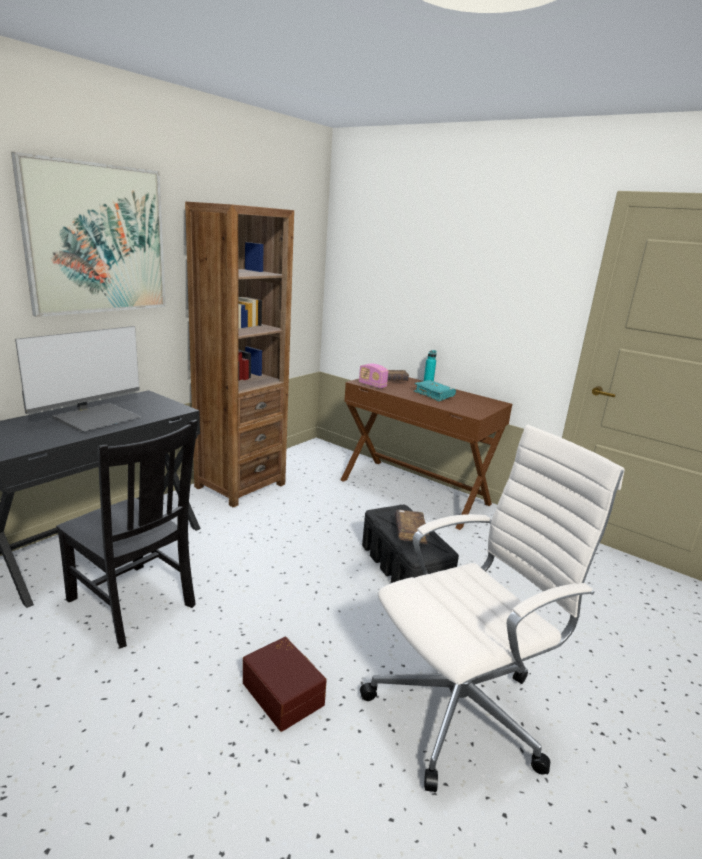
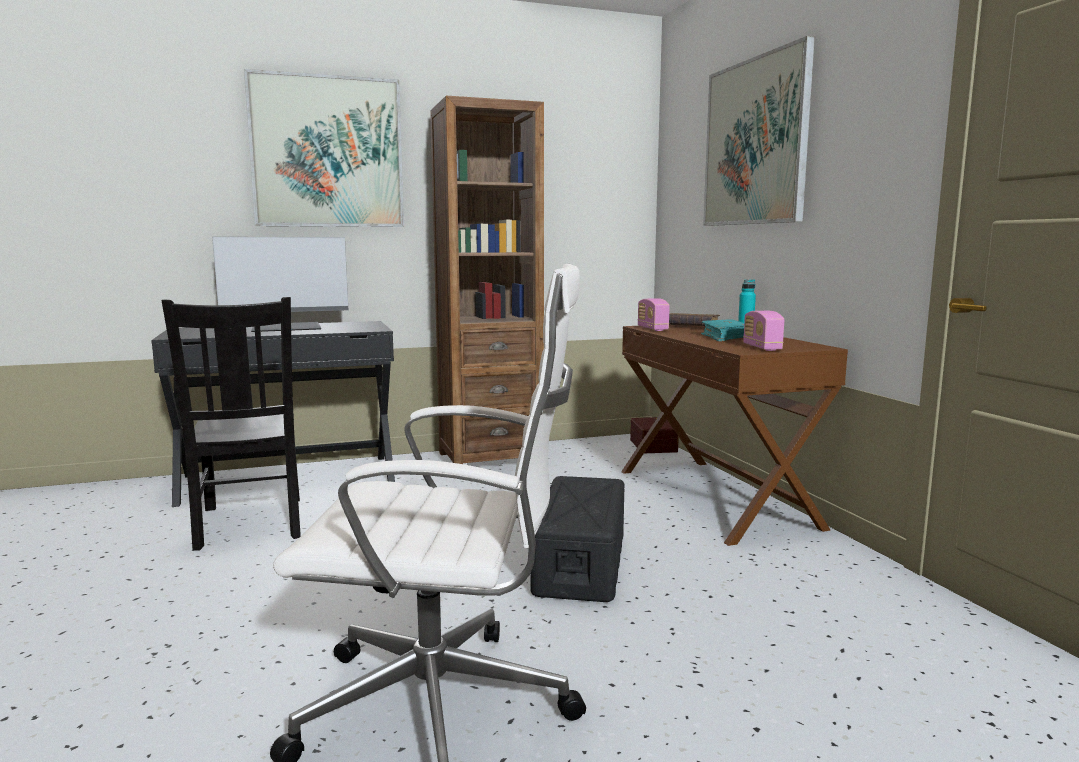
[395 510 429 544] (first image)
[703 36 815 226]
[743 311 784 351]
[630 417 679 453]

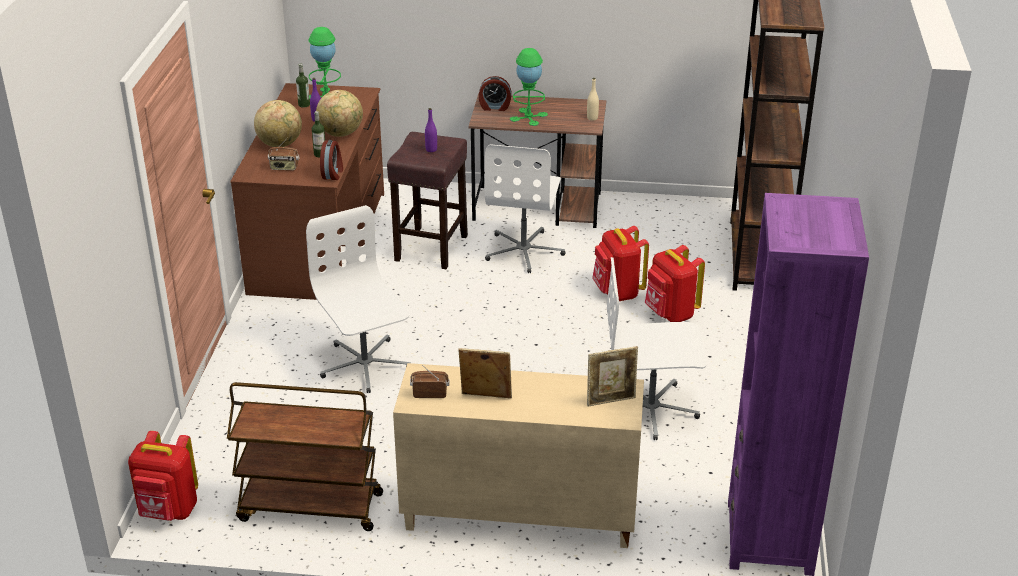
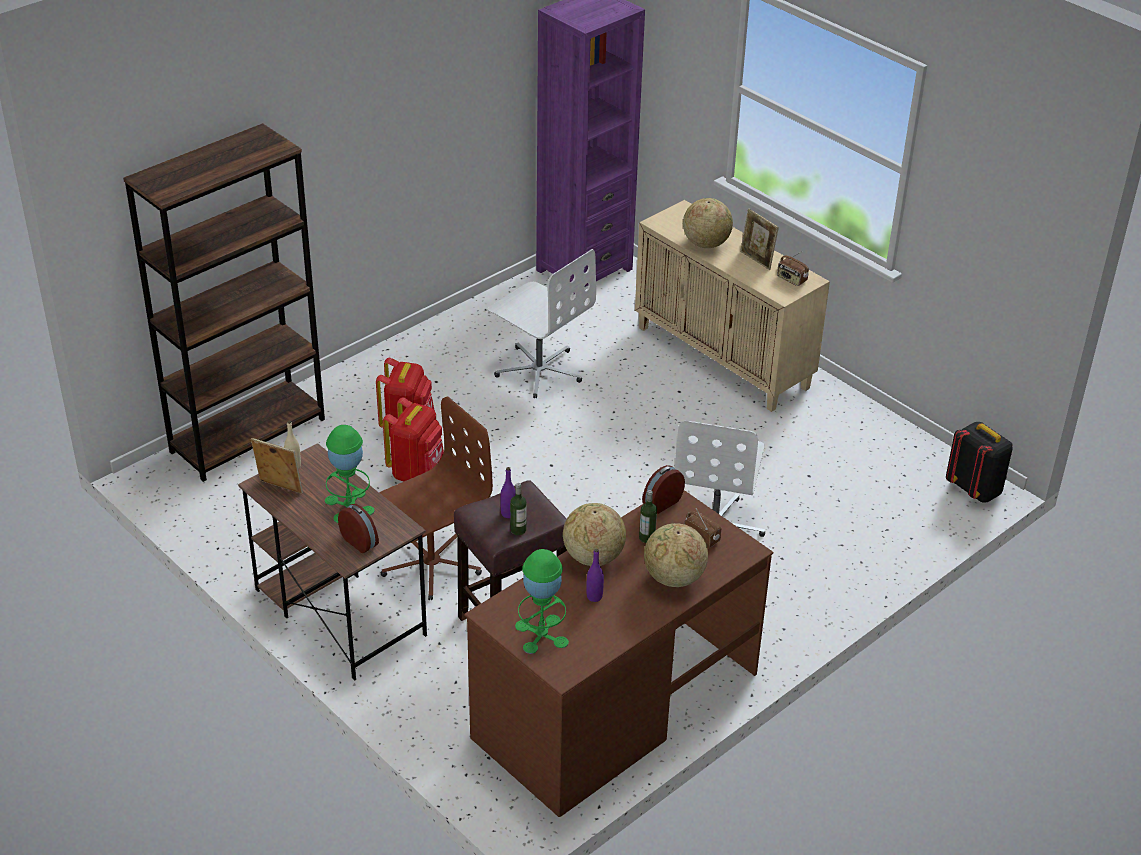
[227 382 383 531] (first image)
[683 198 733 248]
[510 483 526 535]
[251 438 303 494]
[946 422 1013 503]
[379 396 493 600]

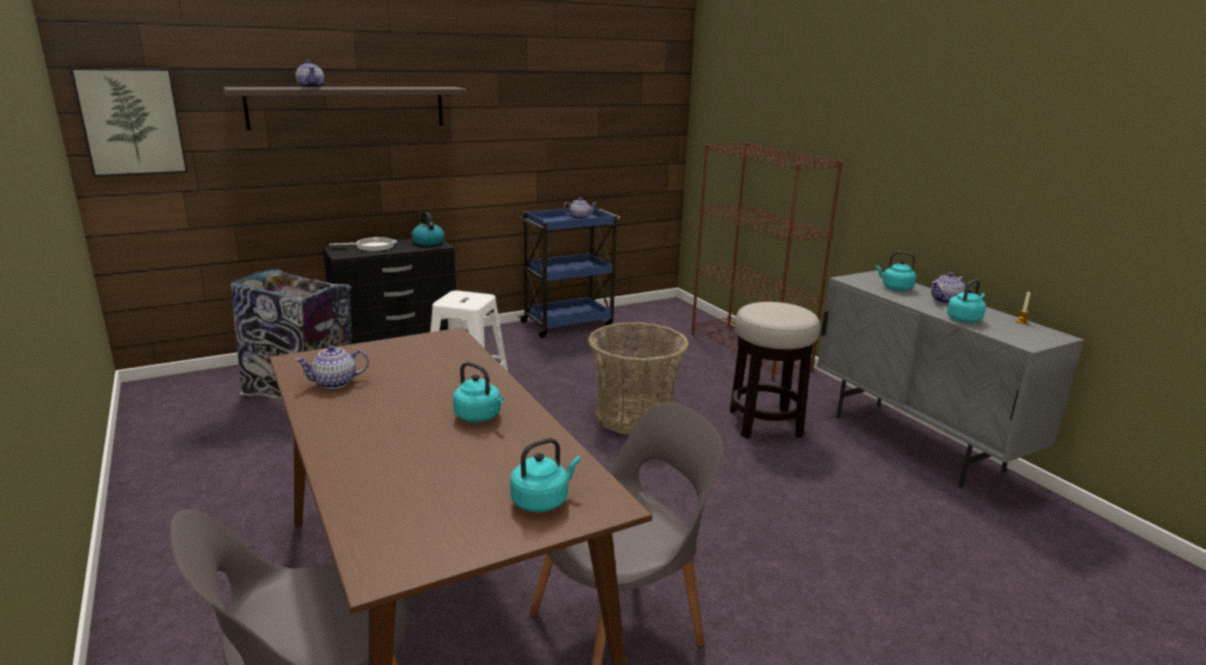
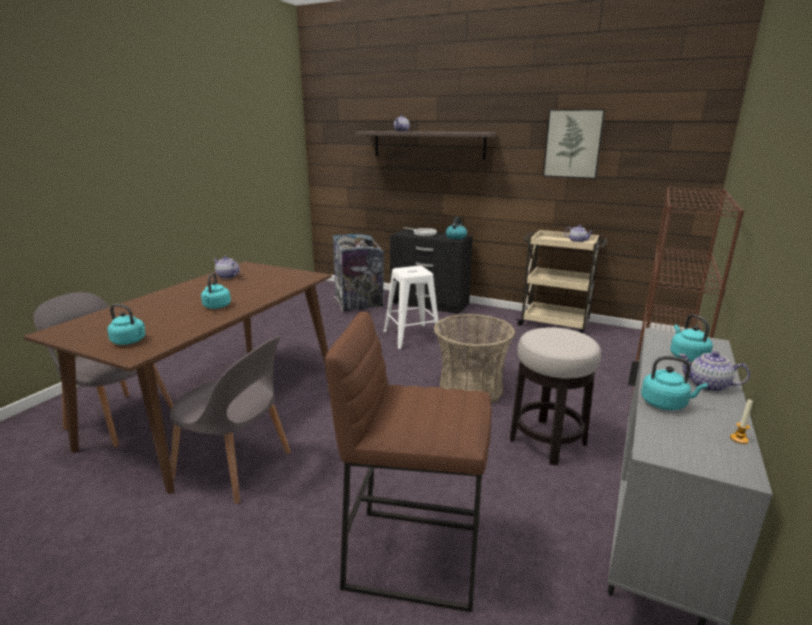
[325 312 492 612]
[543 109 605 179]
[515 230 607 333]

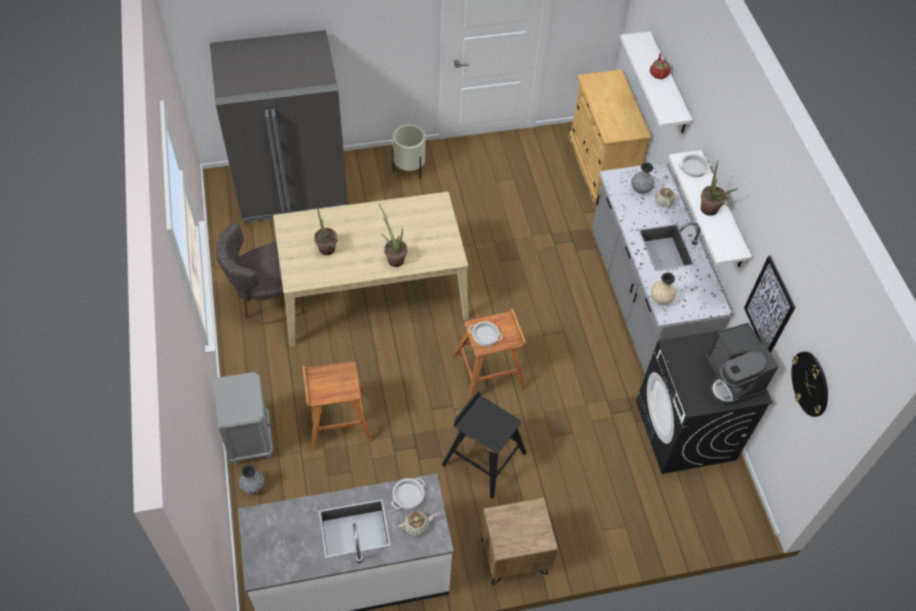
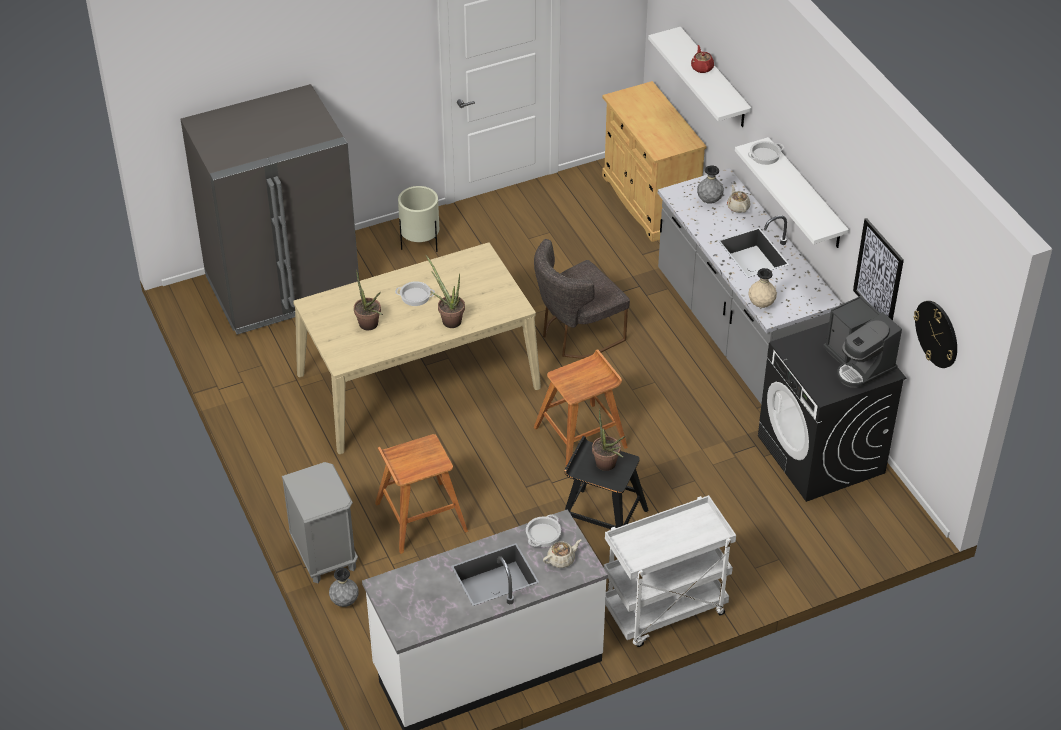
[534 239 630 359]
[395 281 435 306]
[592 408 625 471]
[604 495 736 647]

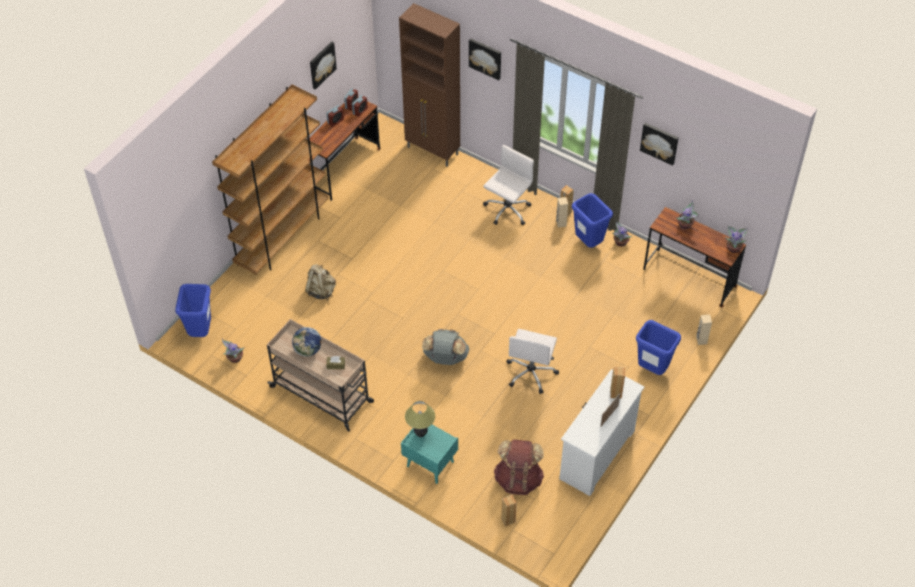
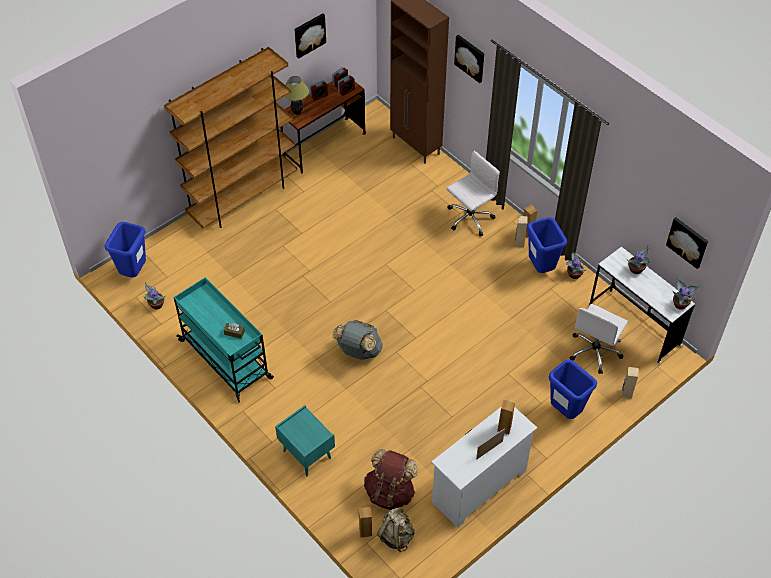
[292 327 322 357] (first image)
[377 508 415 552]
[284 76 309 115]
[569 304 628 374]
[666 217 708 269]
[174 277 274 402]
[589 247 695 364]

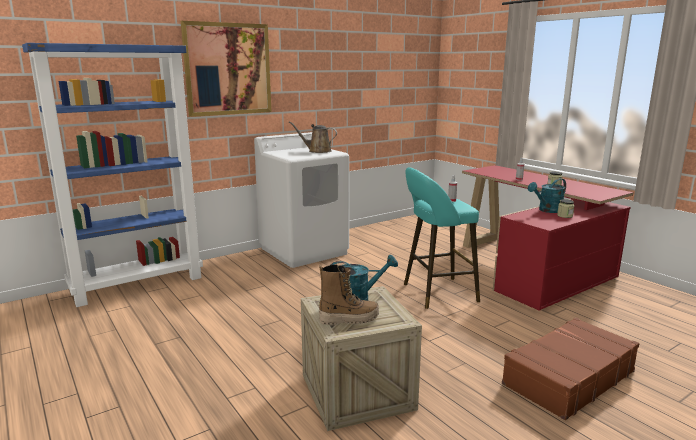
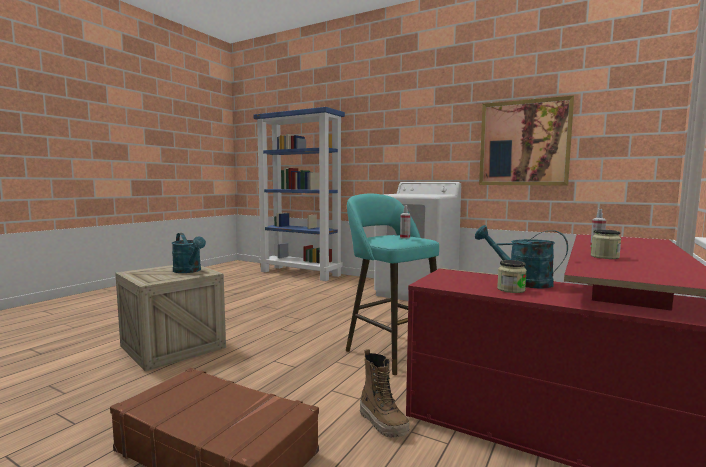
[289 121 337 153] (first image)
[479 95 574 186]
[360 349 410 438]

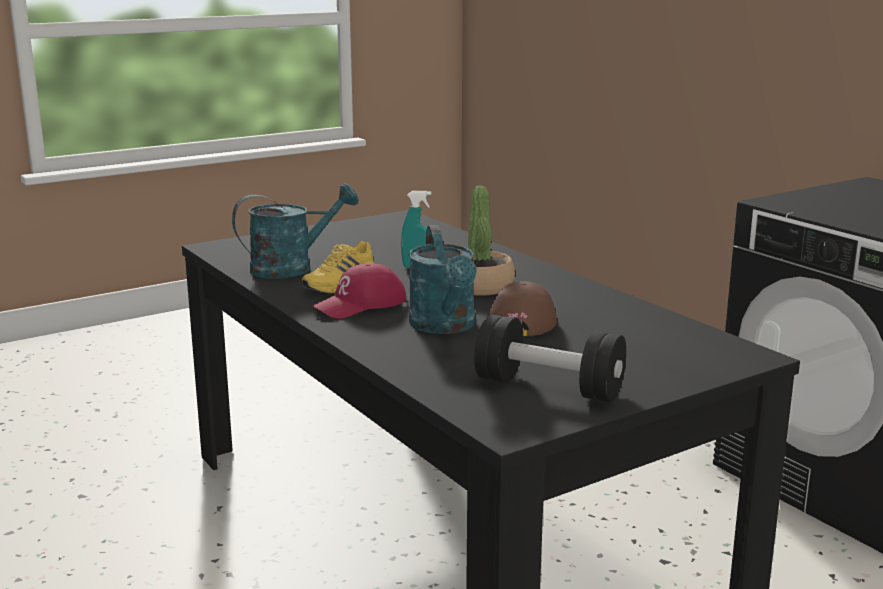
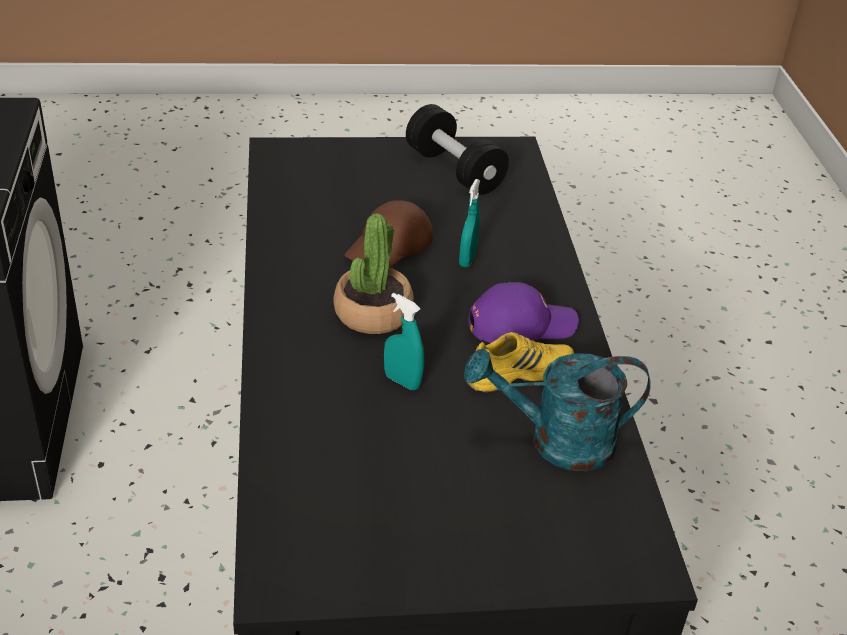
[459 179 480 267]
[468 282 579 343]

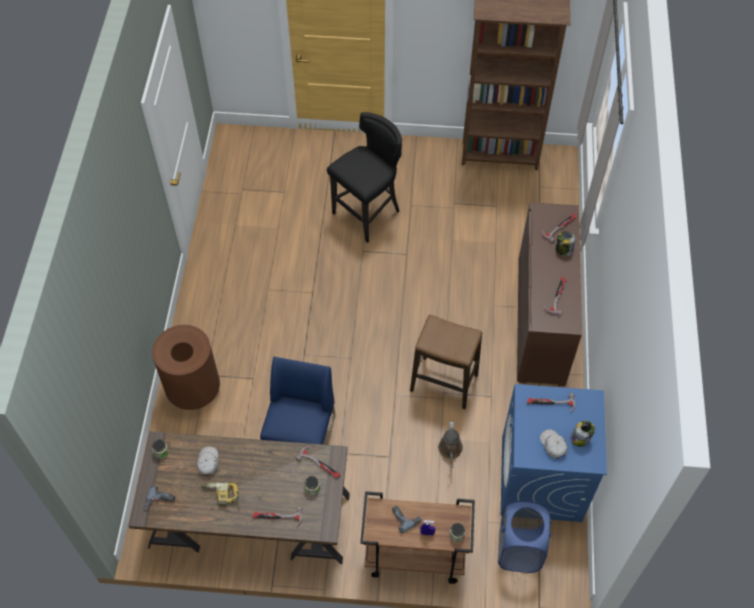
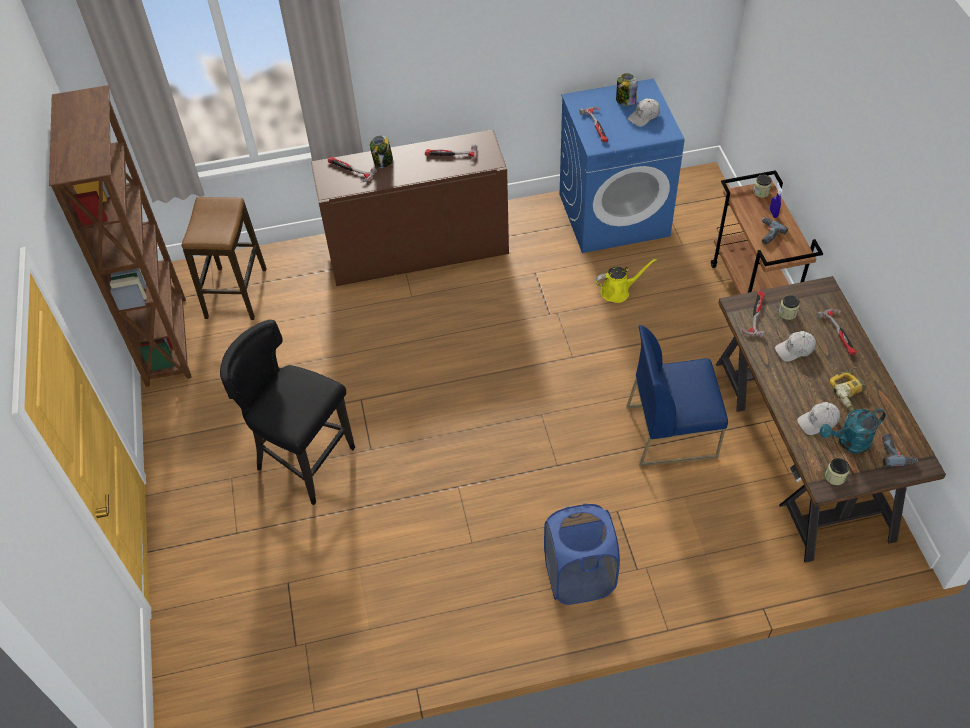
[152 325 220 410] (first image)
[775 331 816 362]
[819 409 886 454]
[182 197 267 320]
[544 503 620 605]
[595 259 657 303]

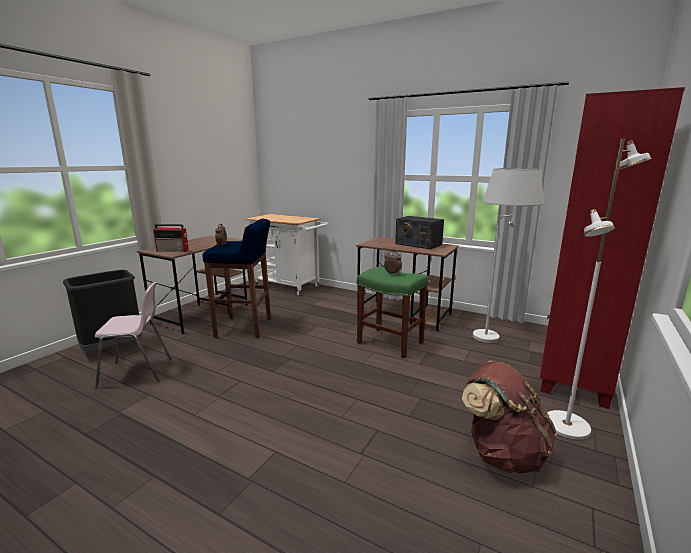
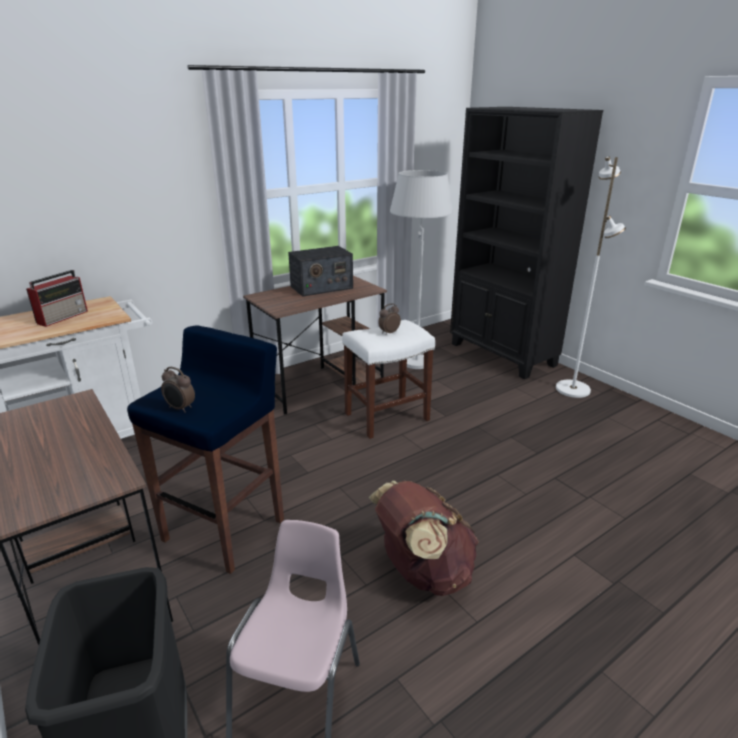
[26 270 88 327]
[369 481 479 596]
[342 320 435 439]
[450 107 603 379]

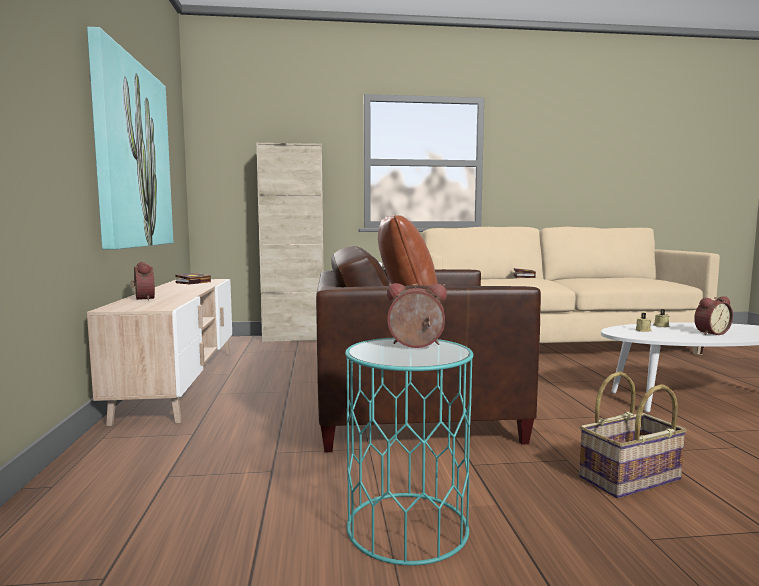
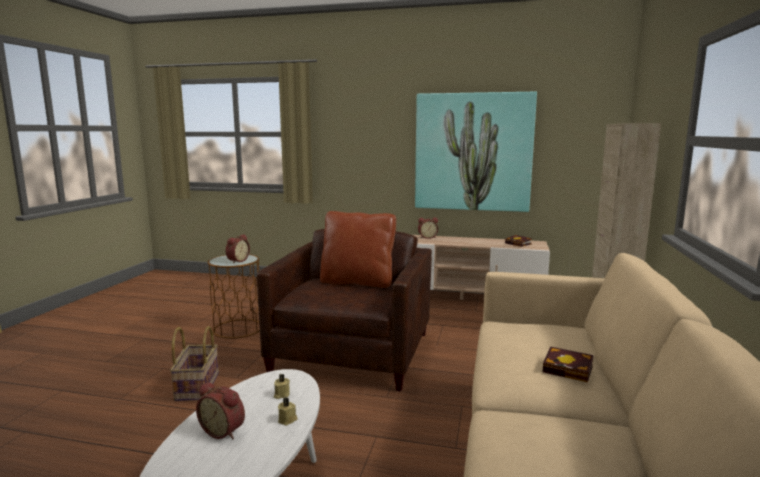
[208 254 260 339]
[196 382 245 439]

